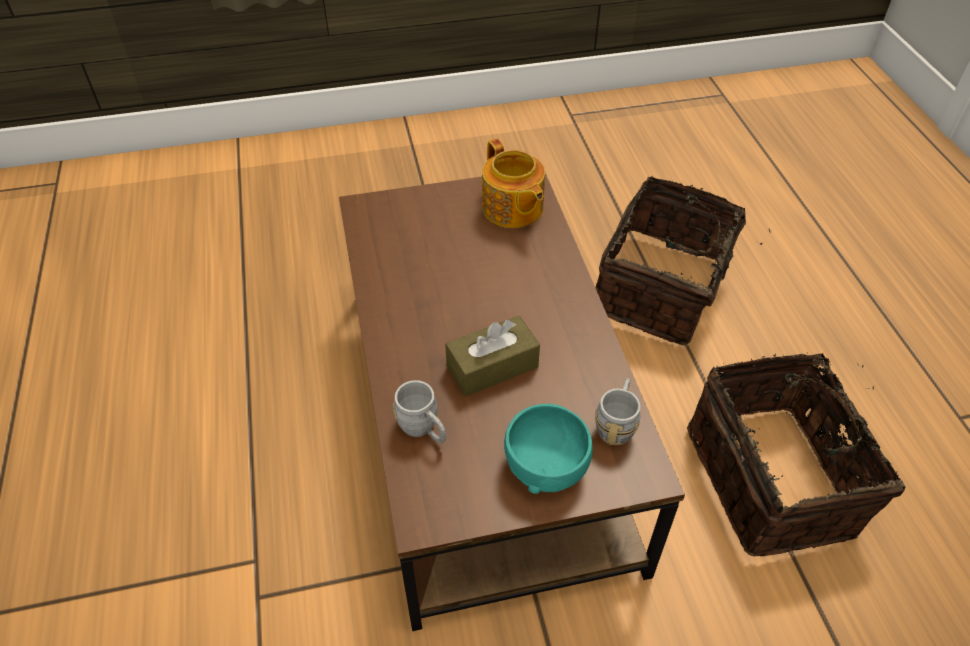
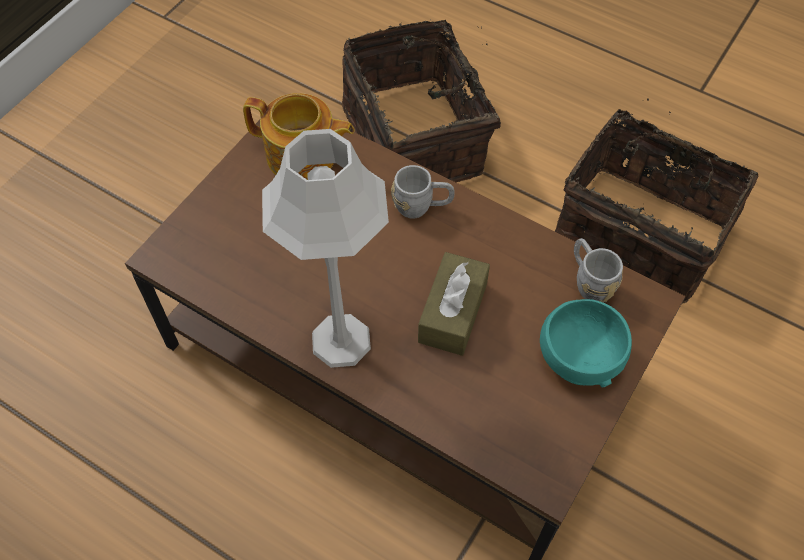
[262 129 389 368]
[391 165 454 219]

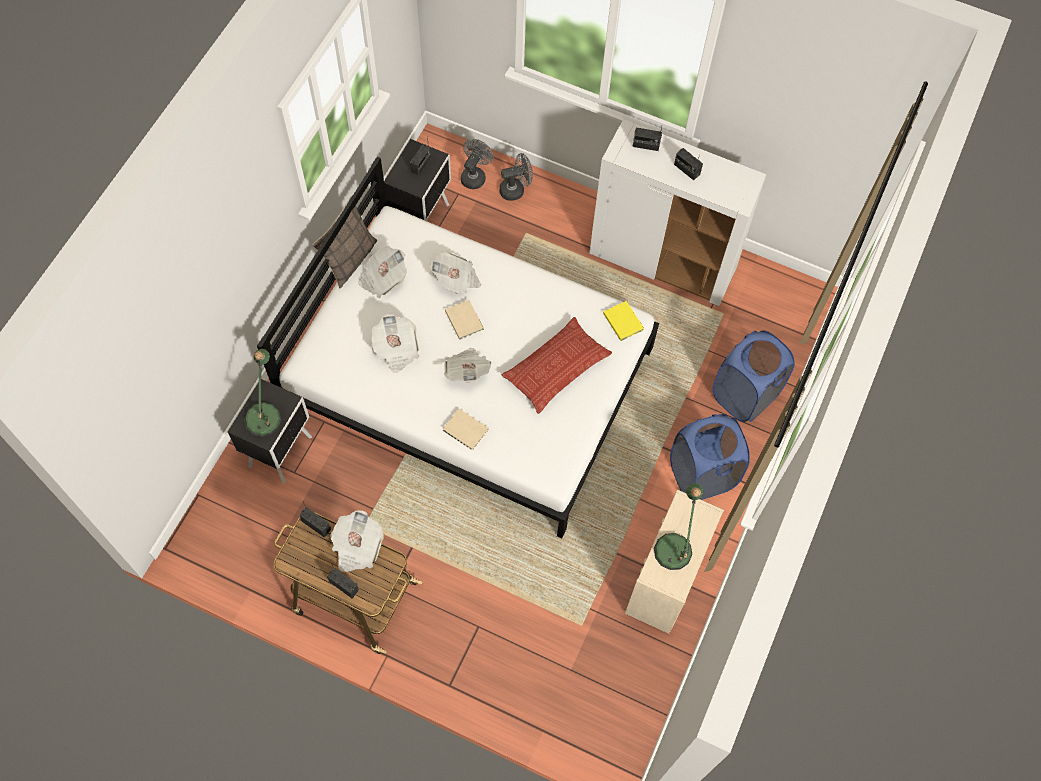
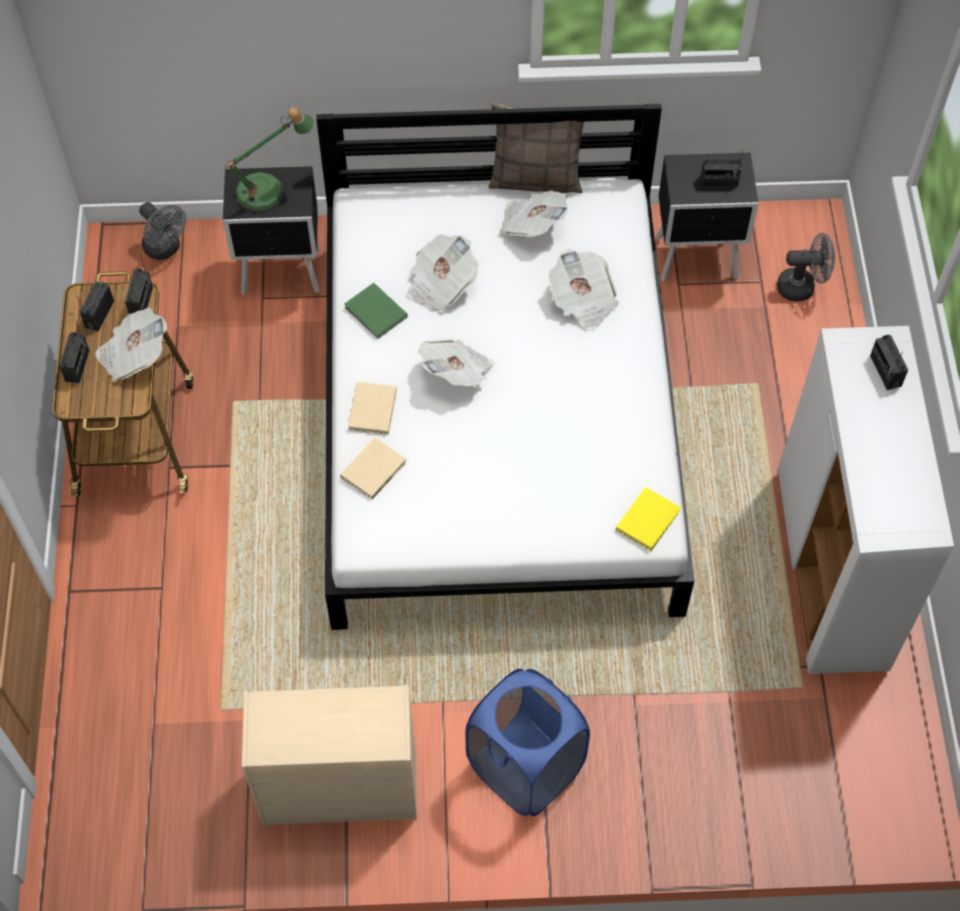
[502 317 612 414] (first image)
[654 483 703 570] (first image)
[713 331 795 422] (first image)
[345 283 408 339]
[340 438 407 500]
[139 202 186 260]
[76 282 114 331]

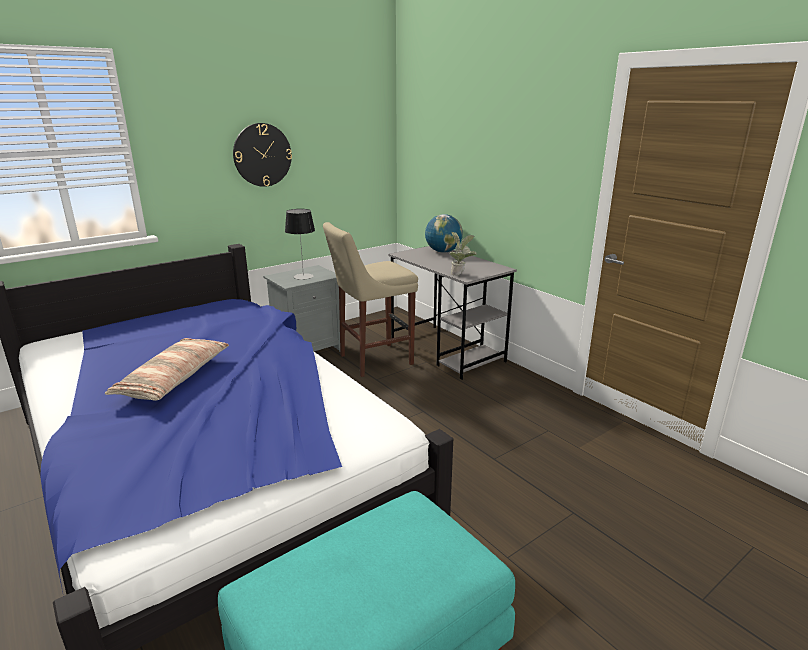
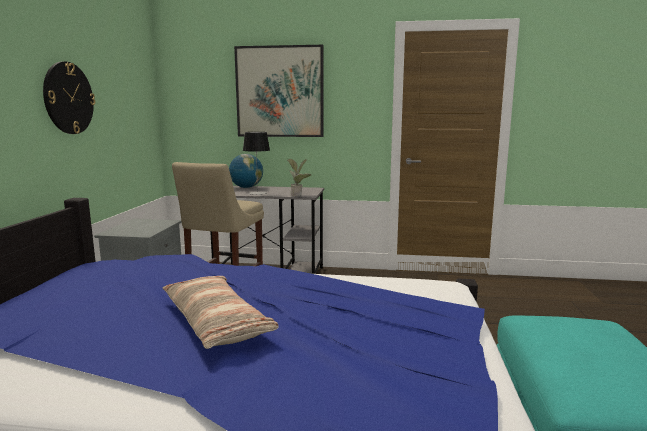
[234 45 324 137]
[243 132 270 195]

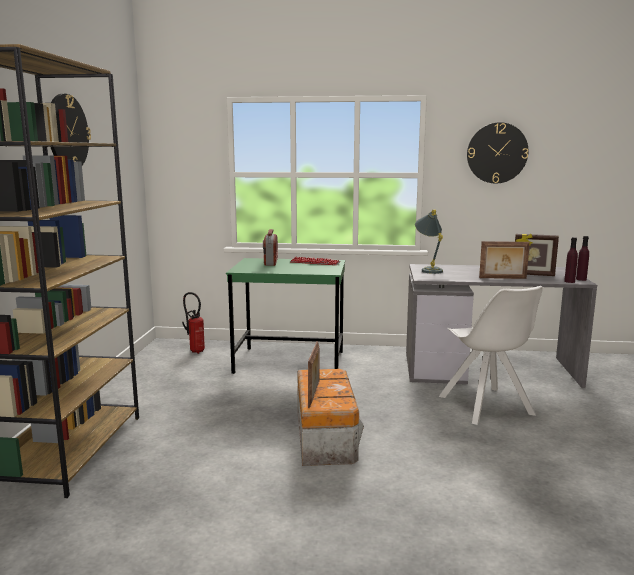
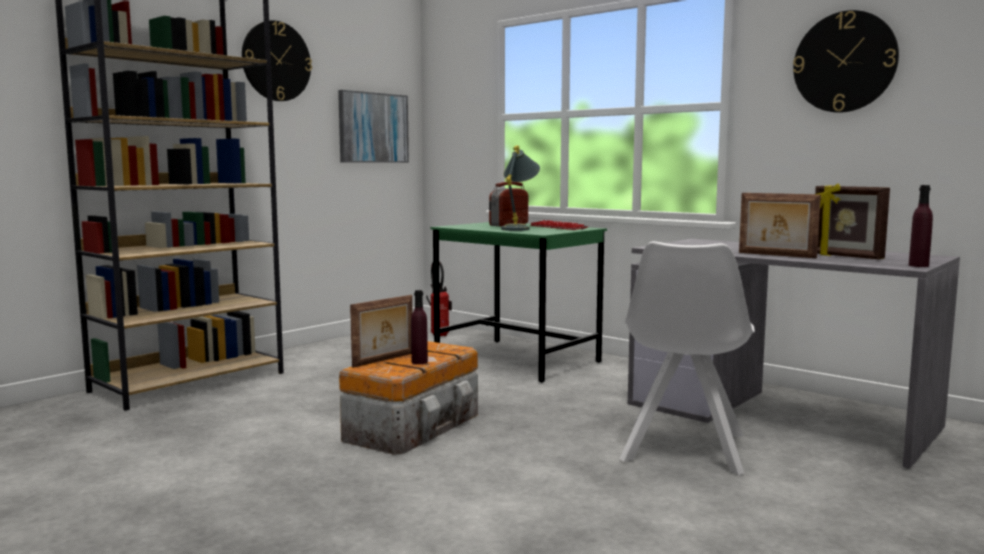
[338 90 409 163]
[501 146 540 231]
[411 290 428 364]

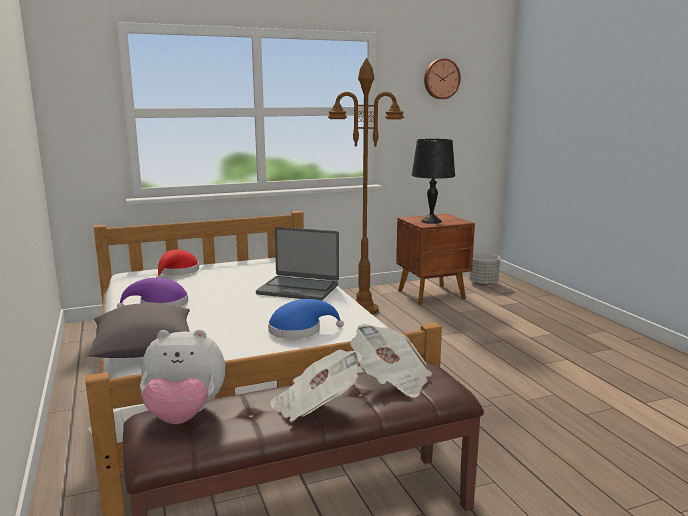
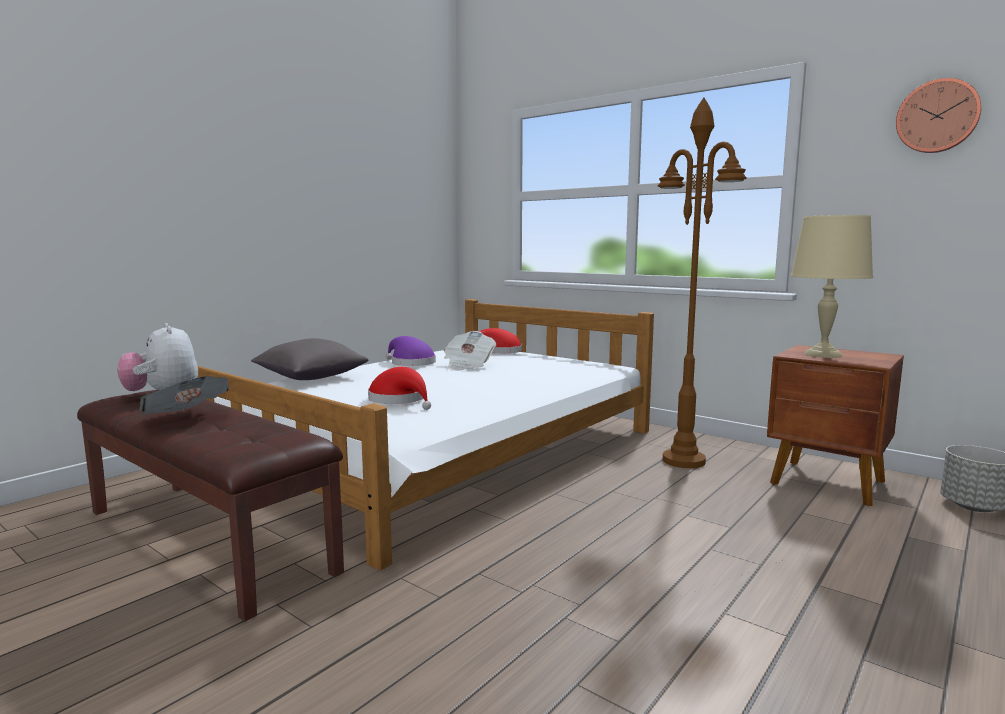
[256 227 339 301] (first image)
[444 331 496 371]
[368 367 431 410]
[791 215 873 358]

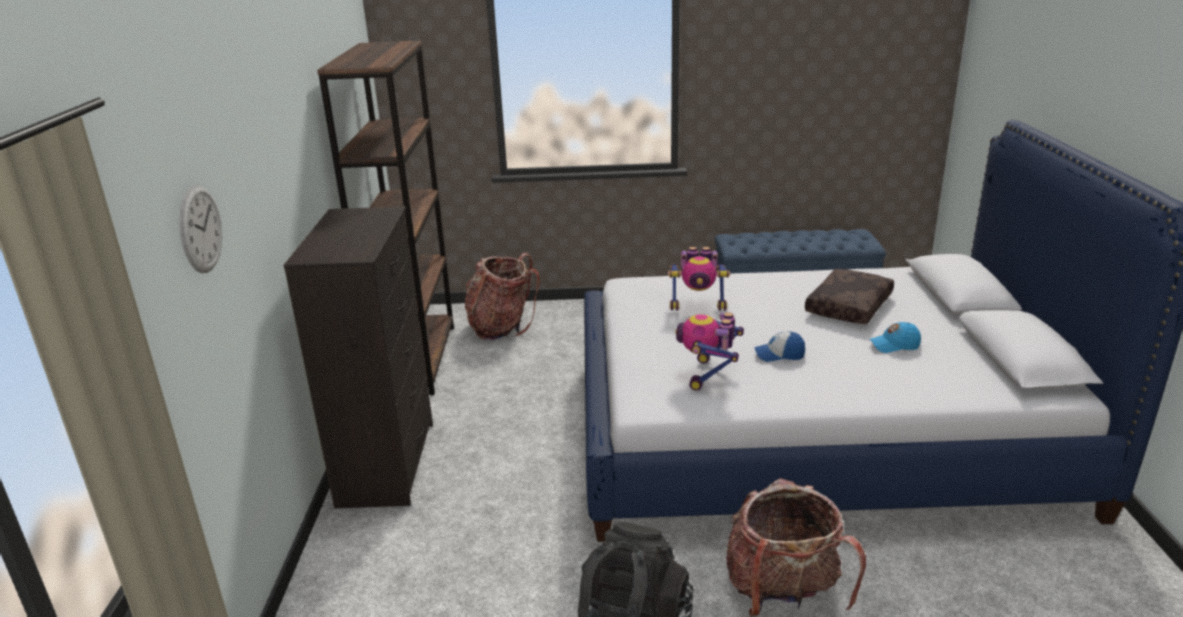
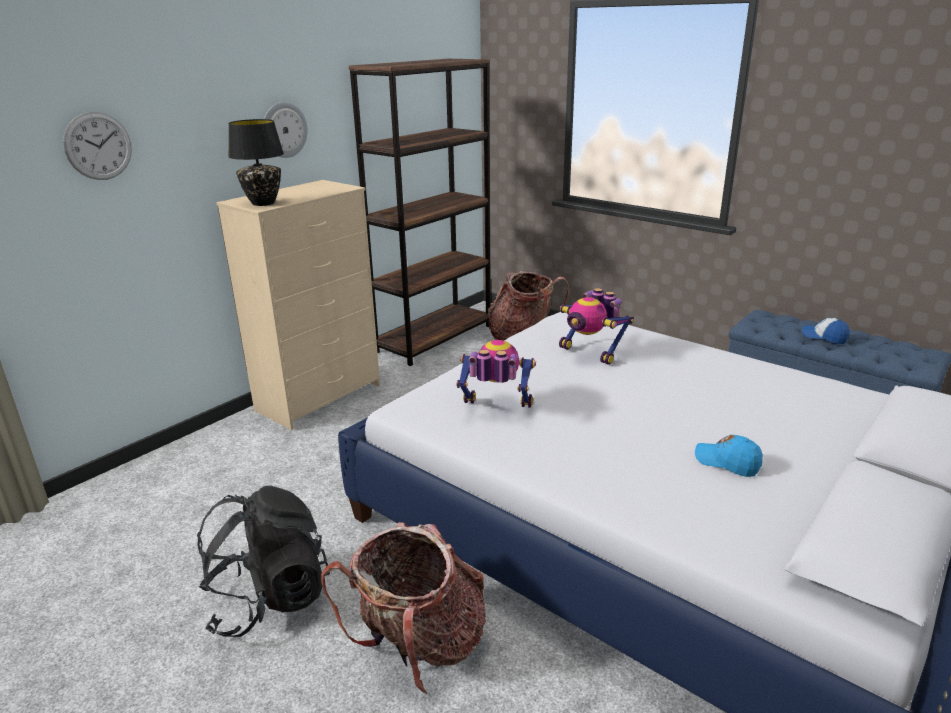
[805 269 894 324] (first image)
[228 119 284 206]
[264 102 308 158]
[802 318 850 344]
[216 180 380 430]
[456 340 536 408]

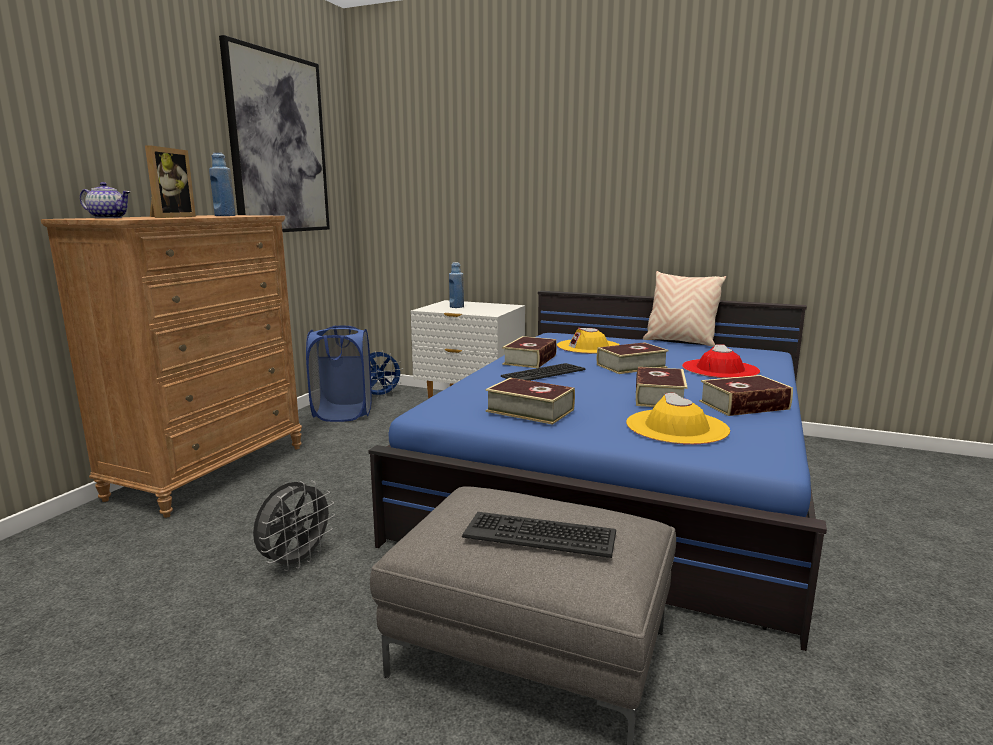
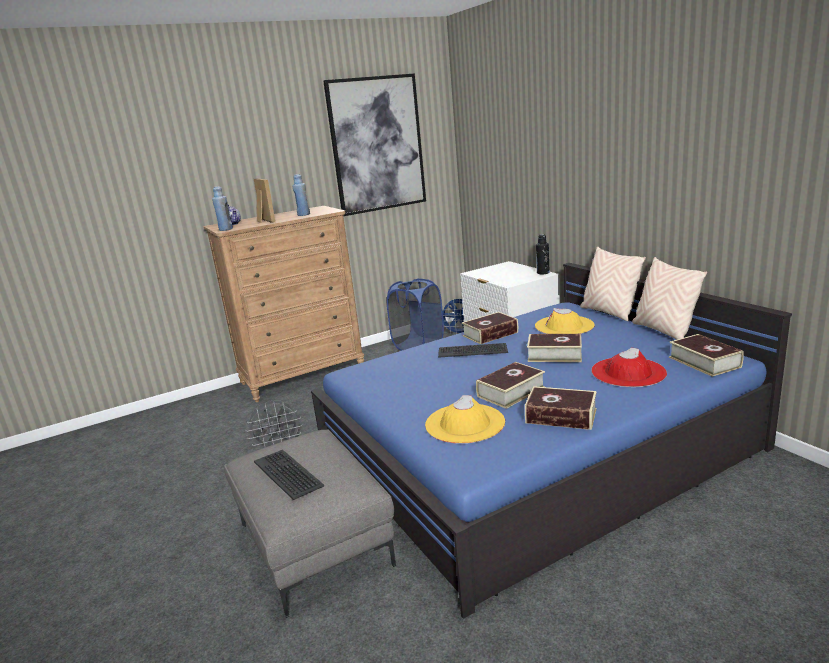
[536 234 550 274]
[580 247 646 321]
[212 186 233 231]
[669 334 744 377]
[254 178 275 223]

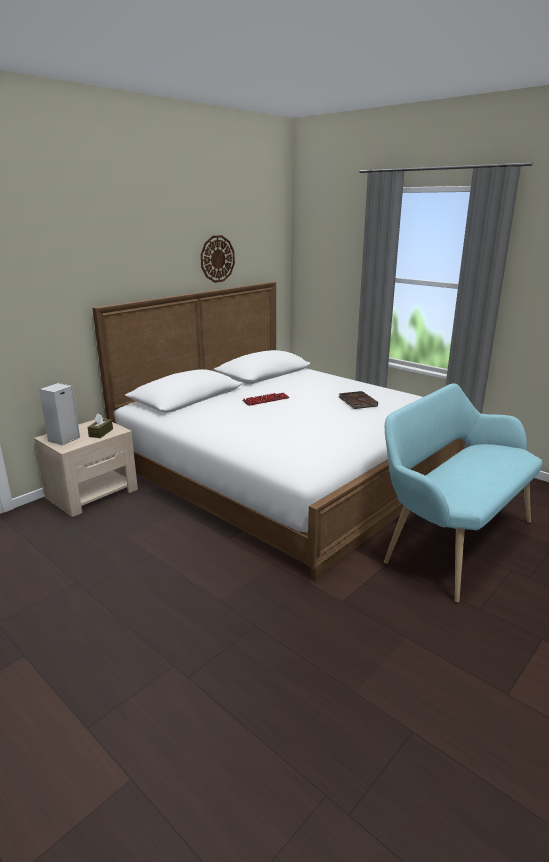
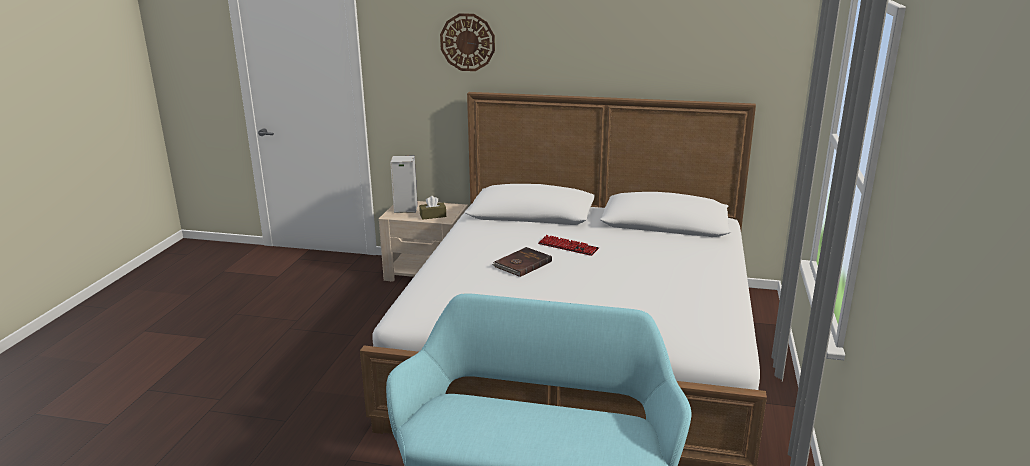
[440 13 495 71]
[492 247 552 277]

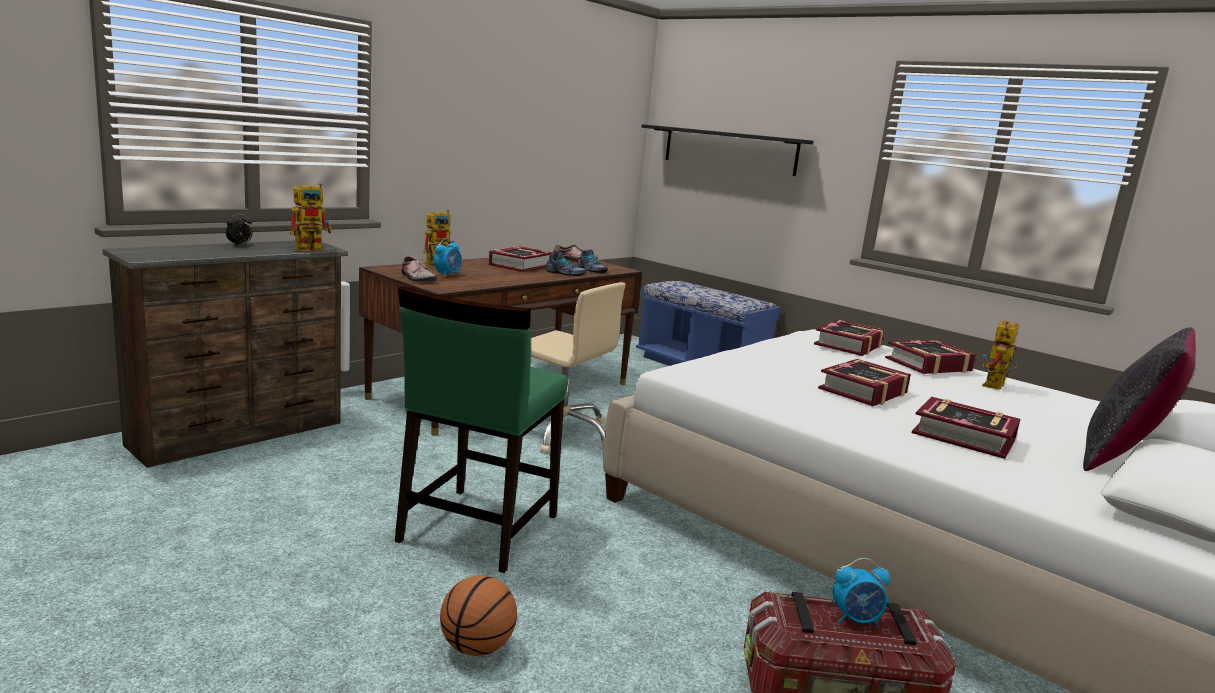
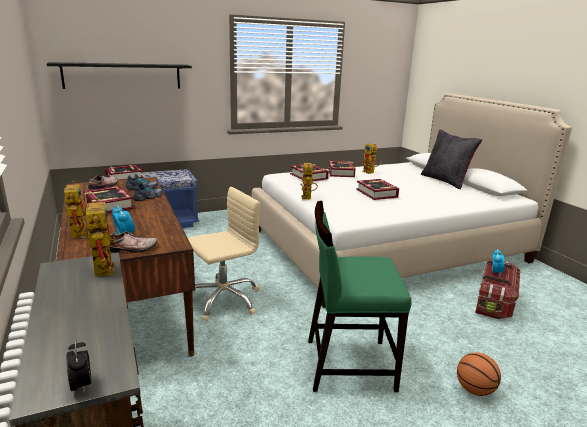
[300 163 318 200]
[67 339 91 393]
[105 165 144 180]
[308 201 412 392]

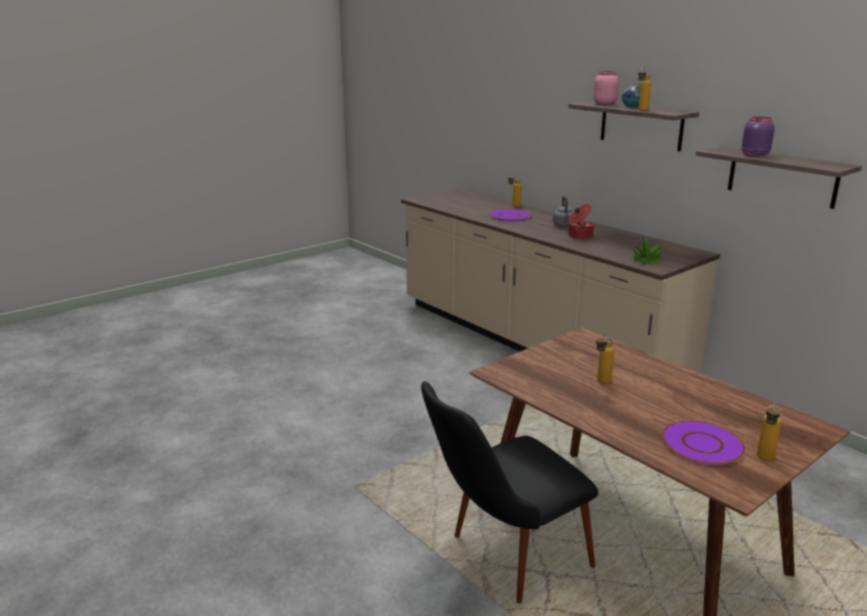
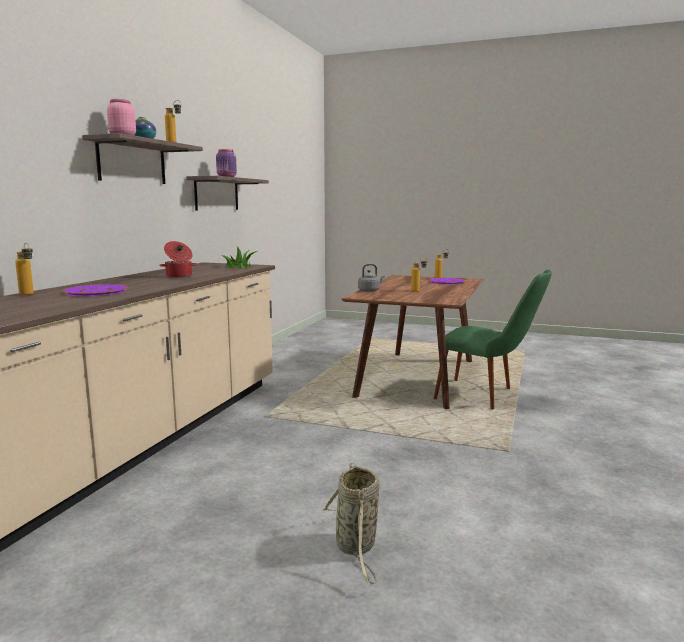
[322 463 380 584]
[358 264 385 292]
[433 270 552 409]

